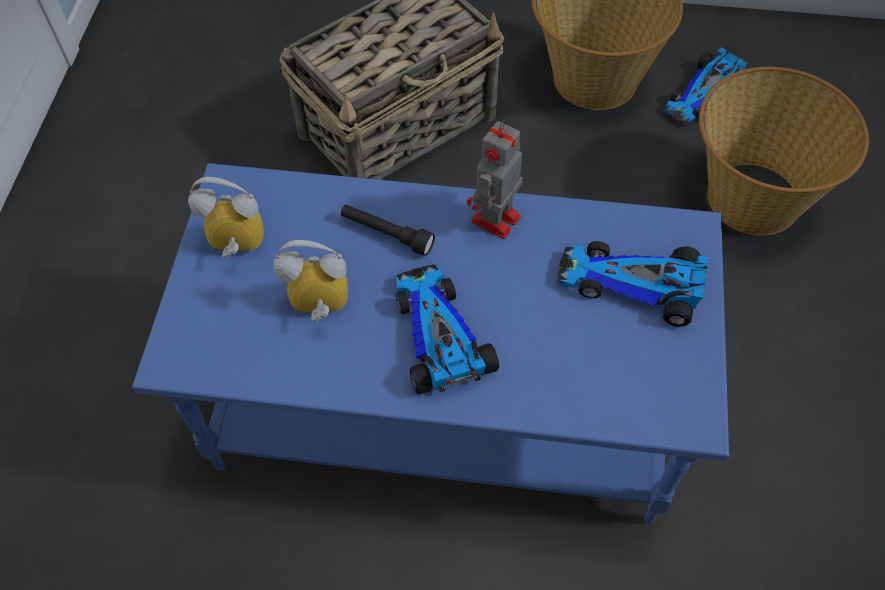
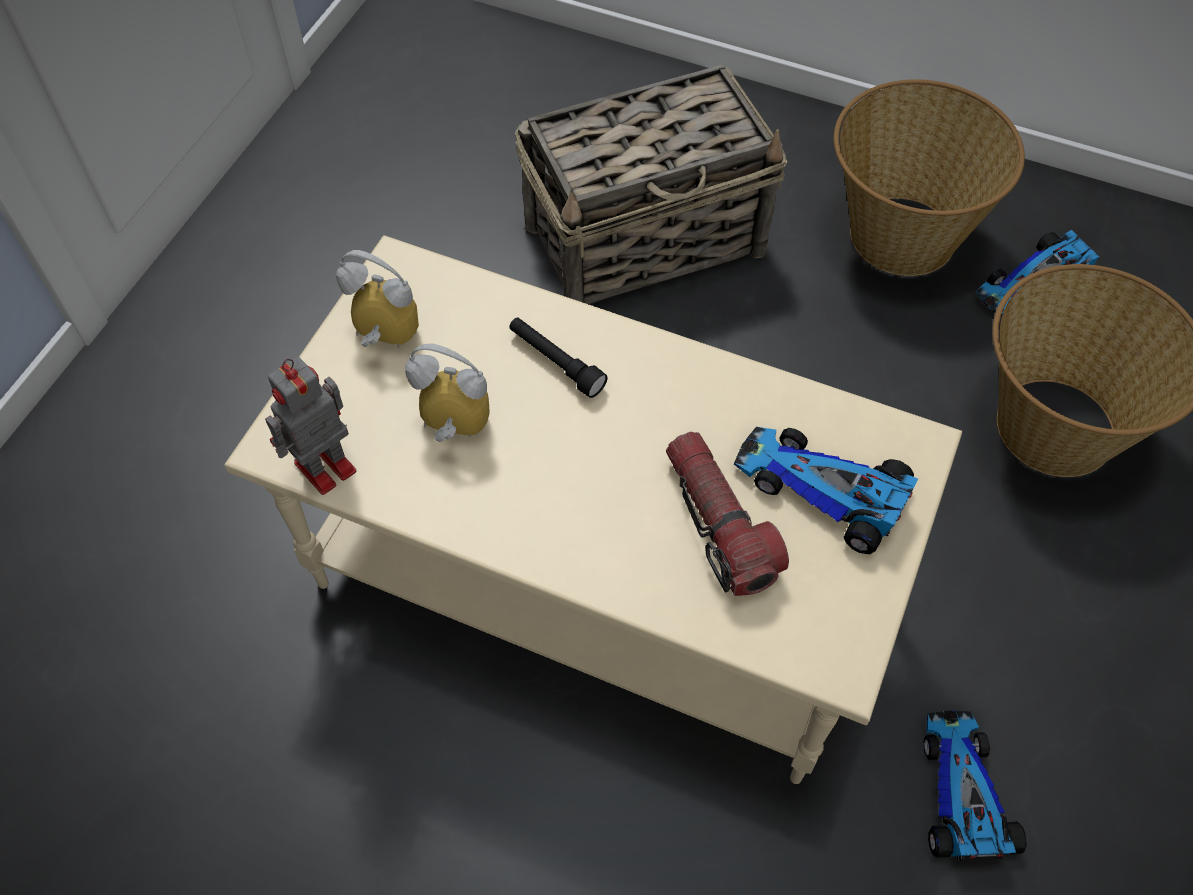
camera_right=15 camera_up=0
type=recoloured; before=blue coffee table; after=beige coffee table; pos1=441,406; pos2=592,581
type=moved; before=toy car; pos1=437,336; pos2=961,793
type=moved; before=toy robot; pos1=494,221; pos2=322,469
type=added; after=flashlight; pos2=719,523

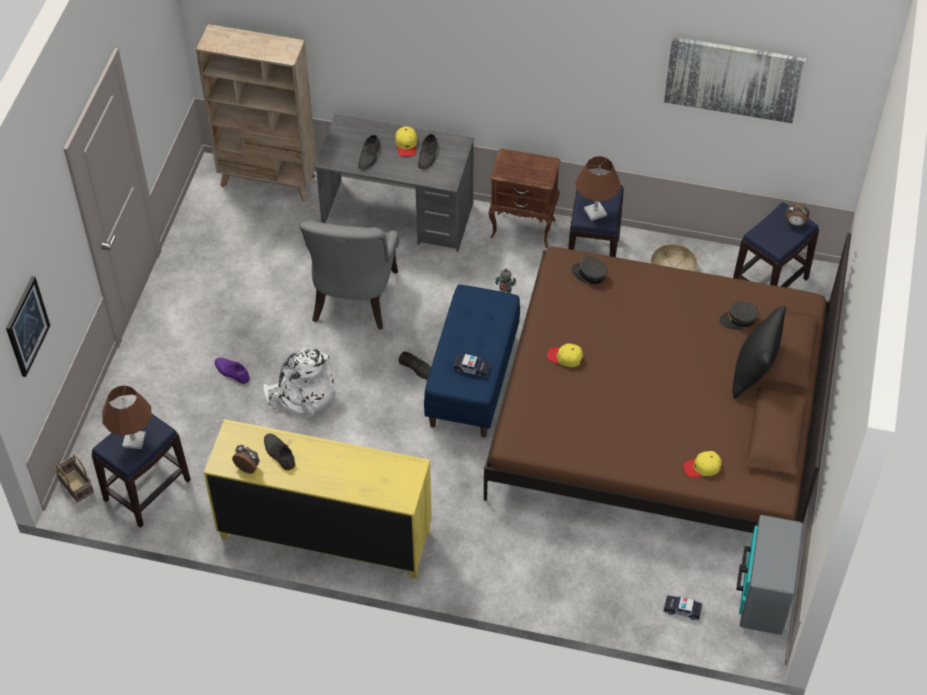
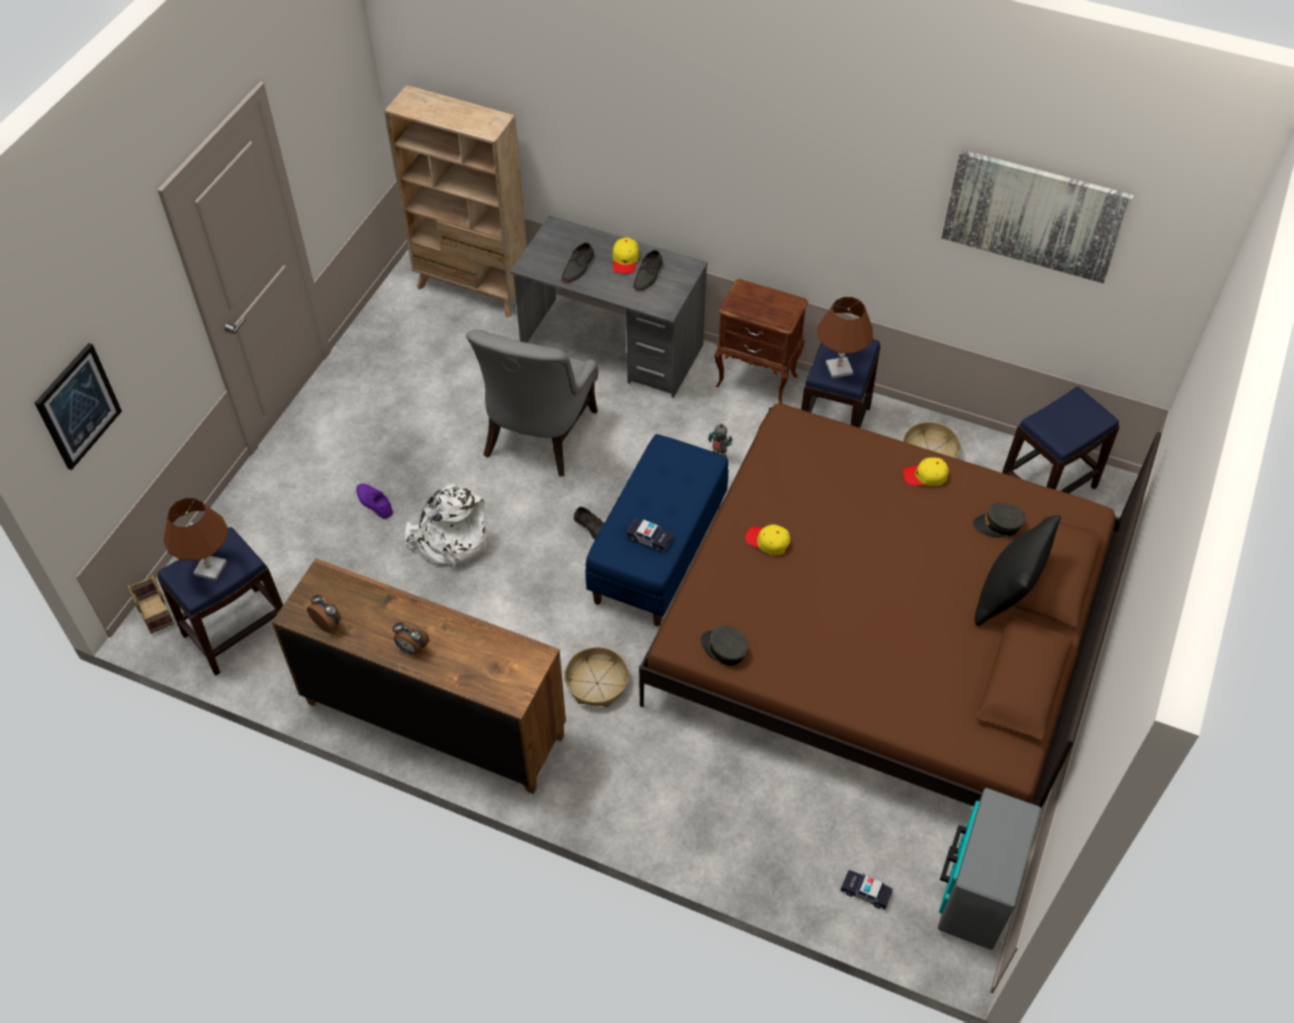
camera_right=10 camera_up=0
type=recoloured; before=yellow dresser; after=brown dresser; pos1=325,535; pos2=434,720
type=removed; before=grey shoe; pos1=278,453
type=moved; before=grey cap; pos1=589,274; pos2=724,649
type=moved; before=yellow cap; pos1=702,467; pos2=925,476
type=moved; before=alarm clock; pos1=795,224; pos2=412,648
type=added; after=basket; pos2=596,683

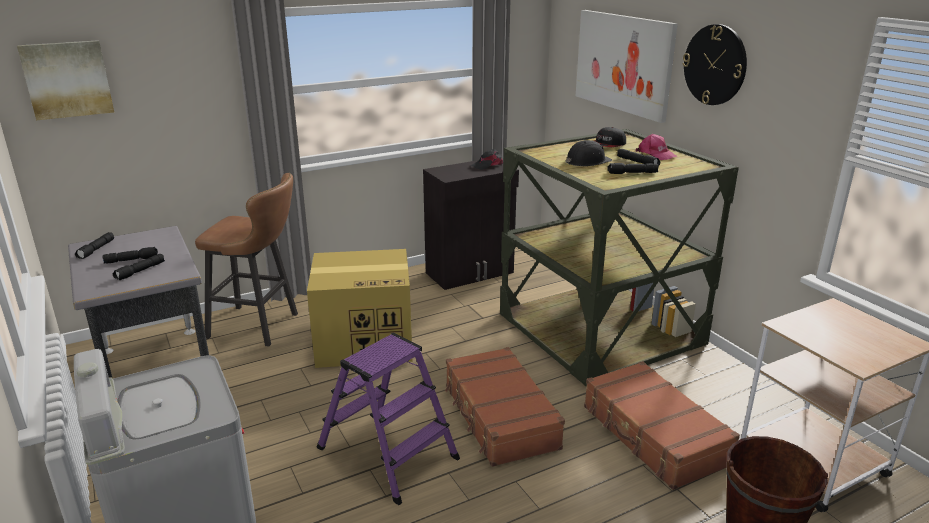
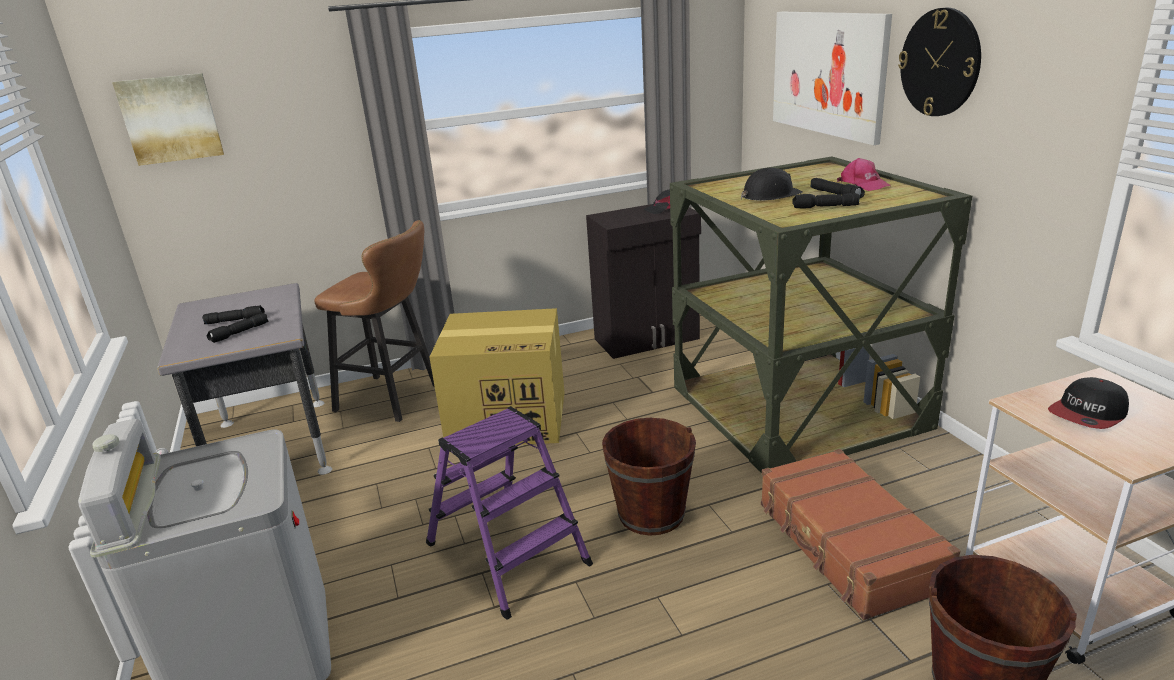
camera_right=10 camera_up=0
type=removed; before=black flashlight; pos1=96,250
type=replaced; before=brown suitcase; after=brown bucket; pos1=499,417; pos2=651,514
type=moved; before=cap; pos1=607,145; pos2=1088,414

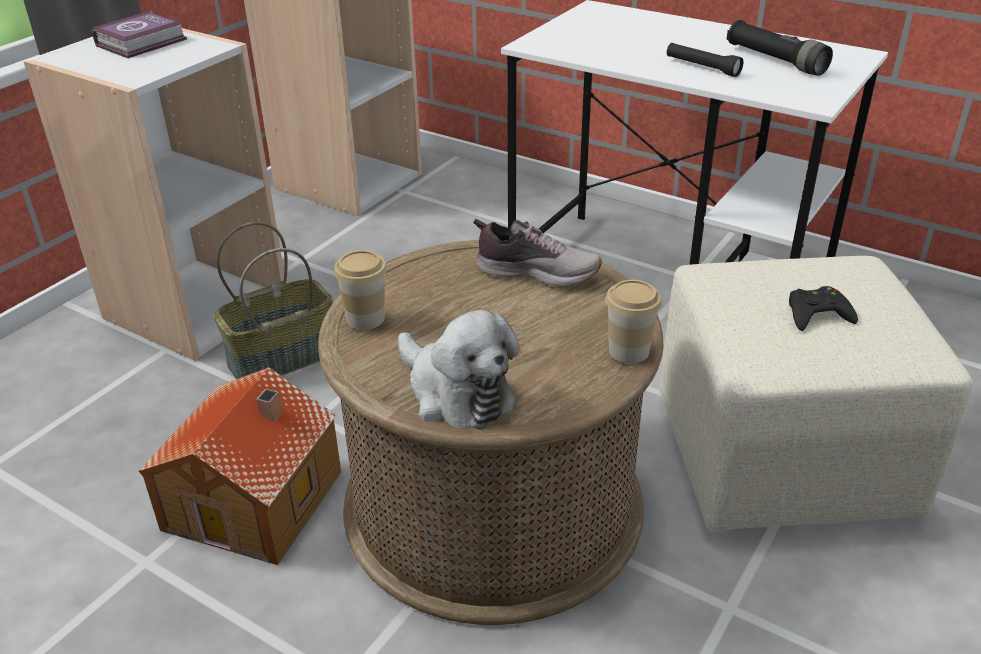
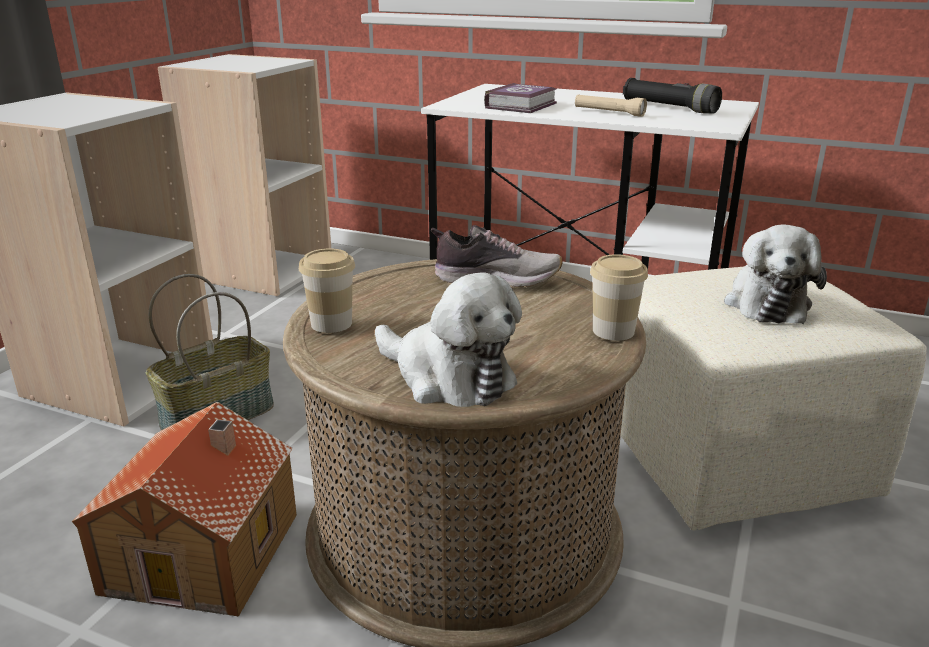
camera_right=-10 camera_up=-10
type=moved; before=book; pos1=144,42; pos2=523,105
type=recoloured; before=black flashlight; after=beige flashlight; pos1=702,67; pos2=609,113
type=replaced; before=black game controller; after=plush toy; pos1=817,315; pos2=766,303

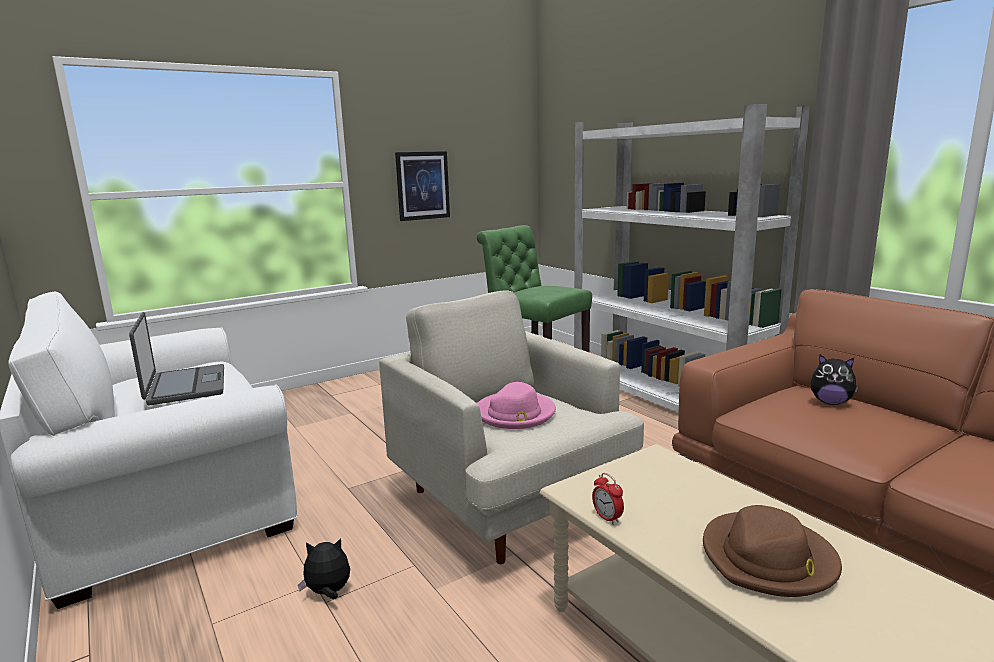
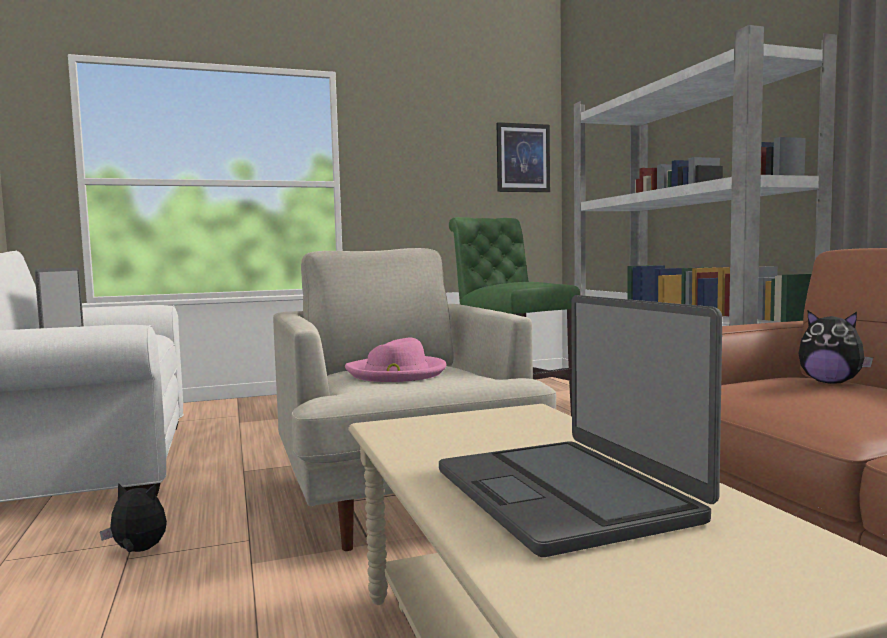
camera_right=15 camera_up=-10
type=moved; before=picture; pos1=422,185; pos2=523,158
type=removed; before=alarm clock; pos1=607,518
type=replaced; before=brown hat; after=laptop; pos1=768,559; pos2=565,494

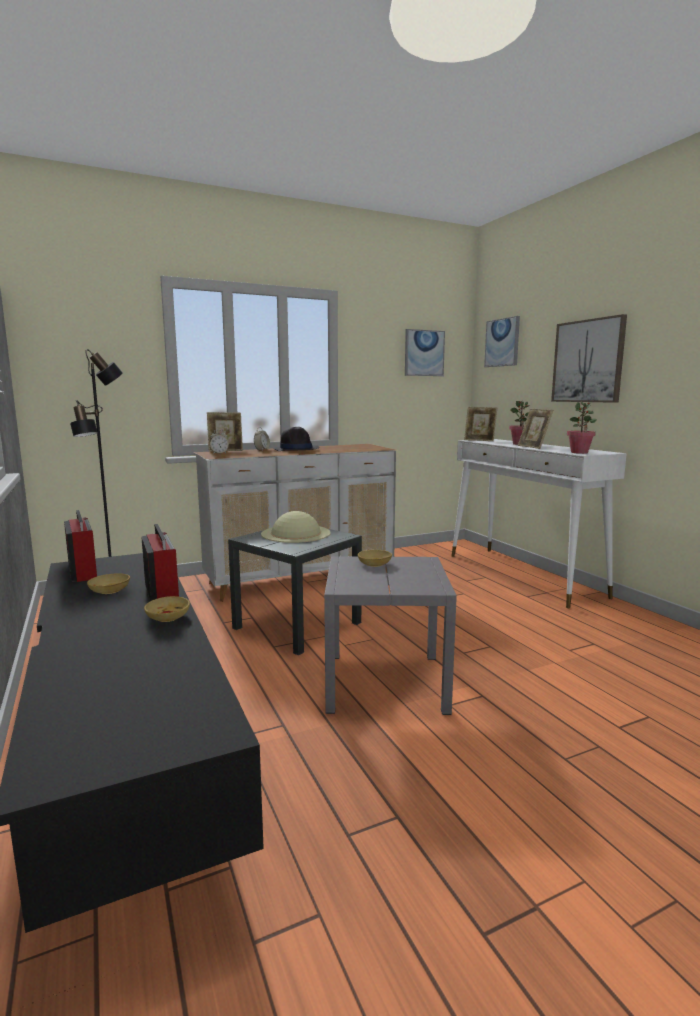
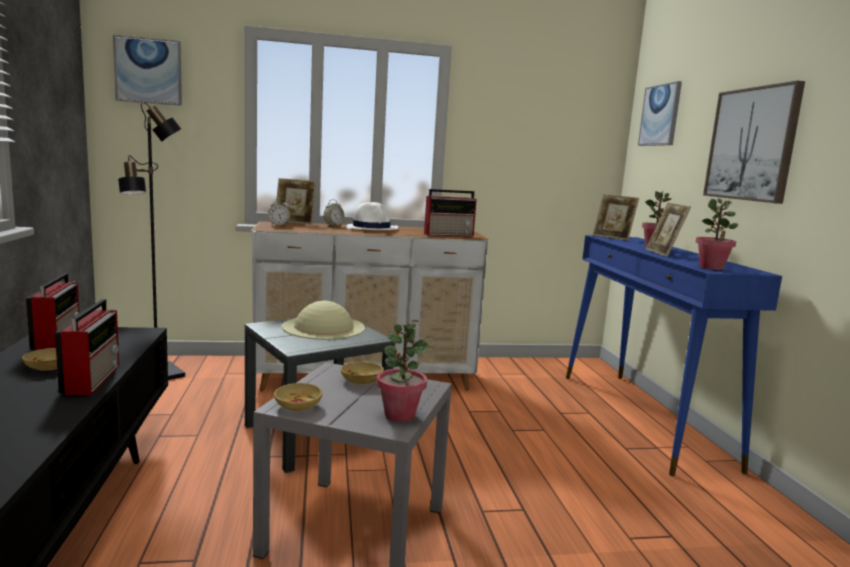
camera_right=15 camera_up=0
type=moved; before=beige bowl; pos1=168,617; pos2=298,406
type=recoloured; before=black hat; after=white hat; pos1=296,449; pos2=372,228
type=moved; before=picture; pos1=424,353; pos2=148,71
type=recoloured; before=white console table; after=blue console table; pos1=523,575; pos2=642,418
type=added; after=potted plant; pos2=400,415
type=added; after=radio; pos2=449,235

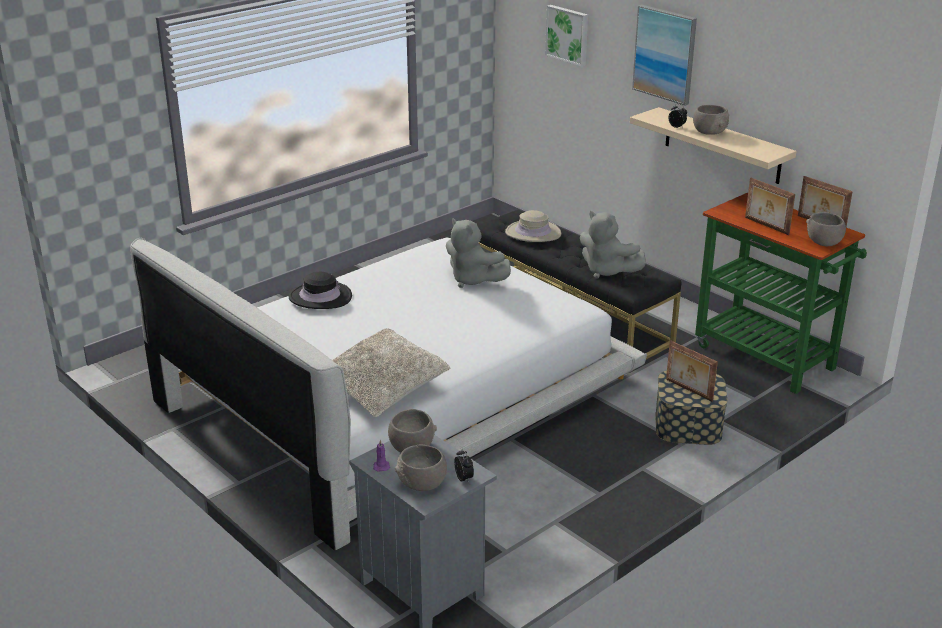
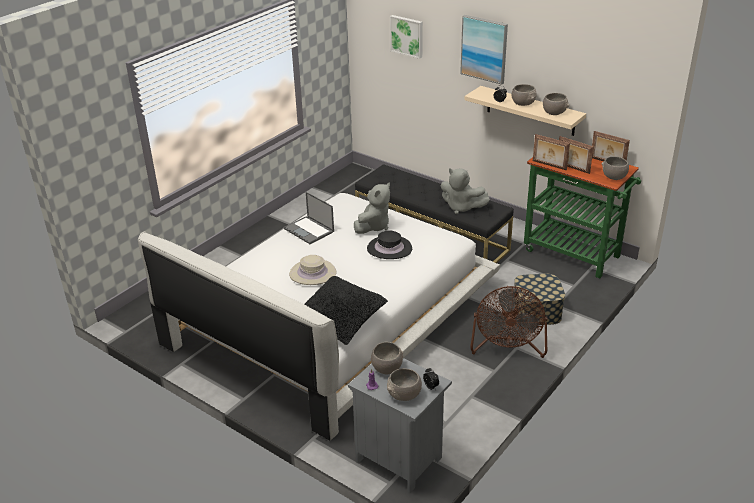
camera_right=-10 camera_up=5
type=moved; before=black hat; pos1=320,297; pos2=389,249
type=recoloured; before=beige pillow; after=black pillow; pos1=381,386; pos2=339,318
type=turned; before=grey plush toy; pos1=473,280; pos2=373,226; turn=-90
type=moved; before=beige hat; pos1=533,233; pos2=312,273
type=moved; before=picture frame; pos1=688,390; pos2=549,165
type=added; after=laptop; pos2=309,230
type=added; after=brown fan; pos2=505,345
type=added; after=grey bowl; pos2=554,112

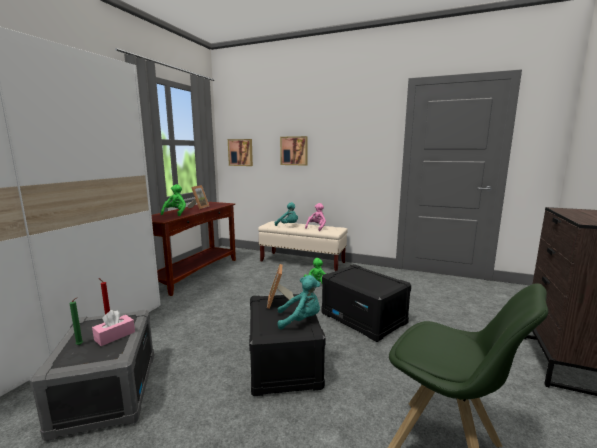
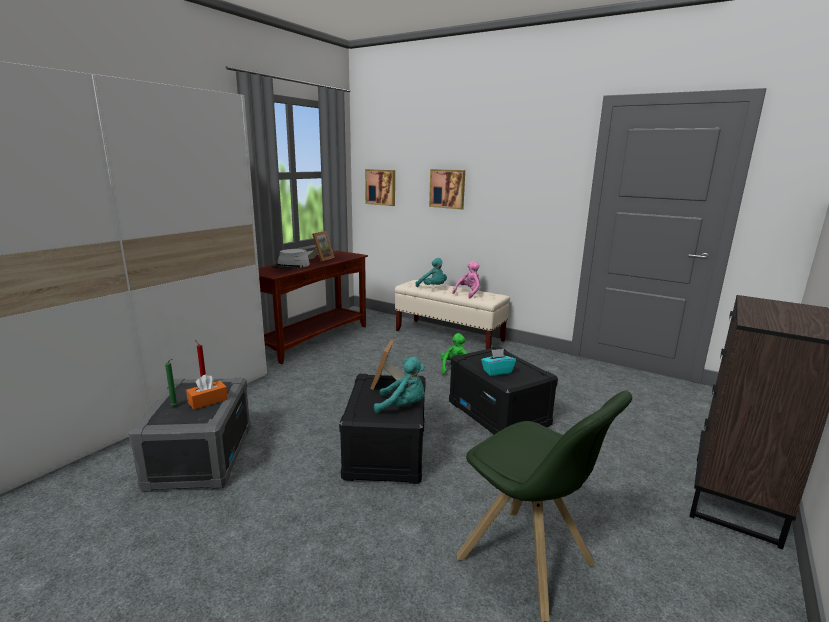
camera_right=10 camera_up=5
type=recoloured; before=pink tissue box; after=orange tissue box; pos1=115,336; pos2=208,401
type=replaced; before=green plush toy; after=grey hat; pos1=176,213; pos2=291,266
type=added; after=turquoise tissue box; pos2=497,372

